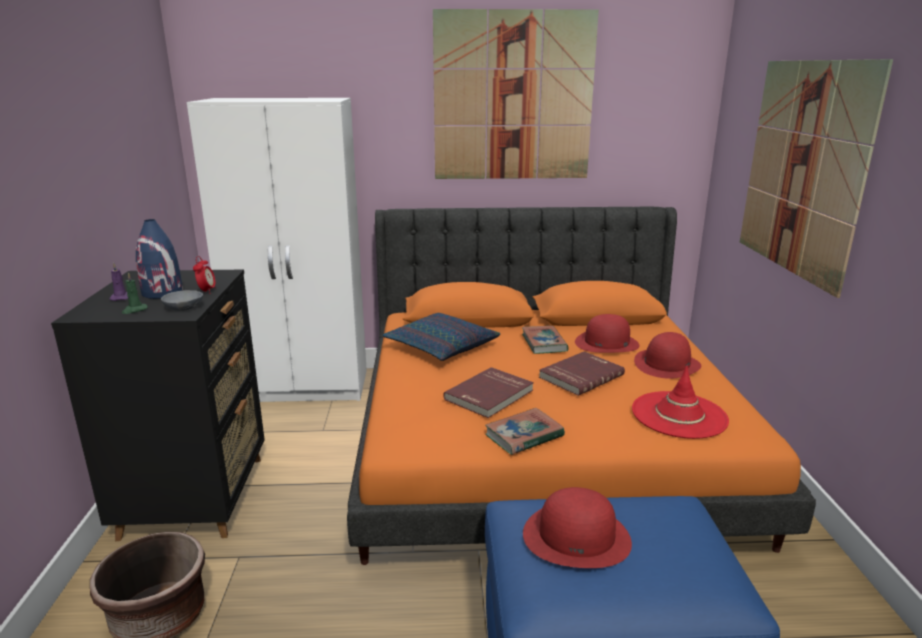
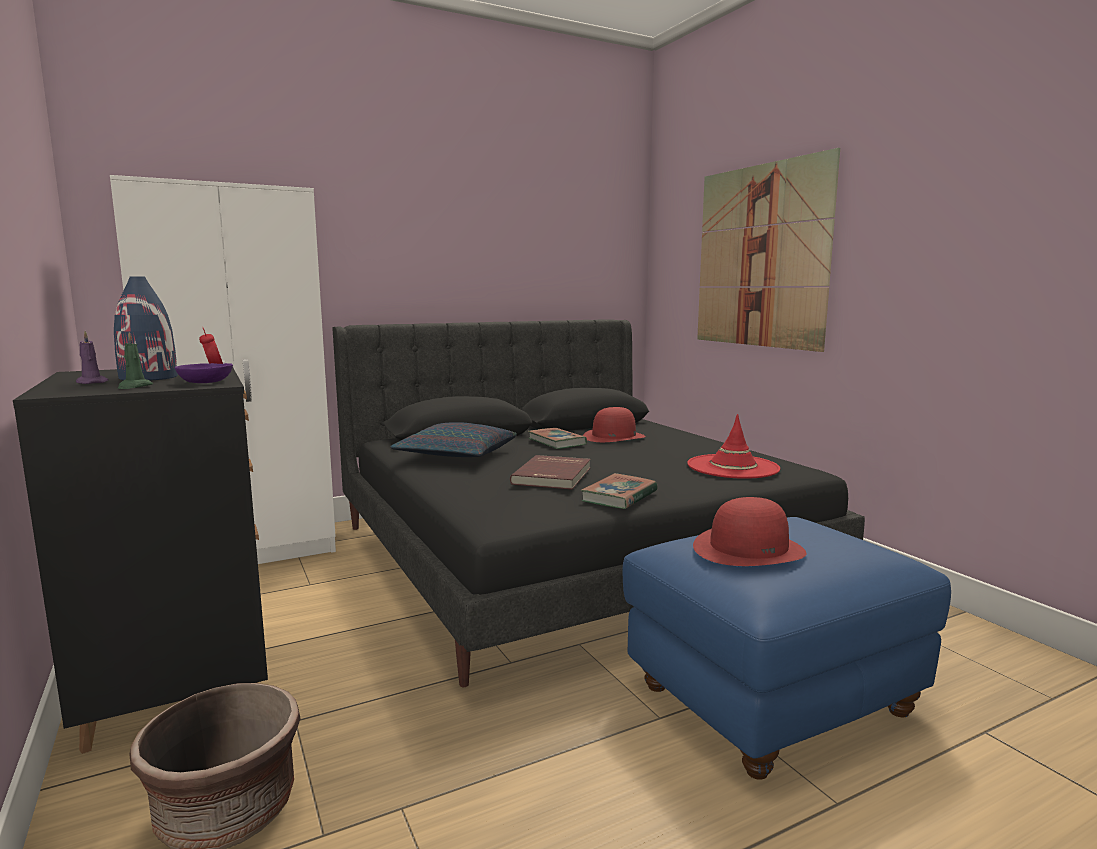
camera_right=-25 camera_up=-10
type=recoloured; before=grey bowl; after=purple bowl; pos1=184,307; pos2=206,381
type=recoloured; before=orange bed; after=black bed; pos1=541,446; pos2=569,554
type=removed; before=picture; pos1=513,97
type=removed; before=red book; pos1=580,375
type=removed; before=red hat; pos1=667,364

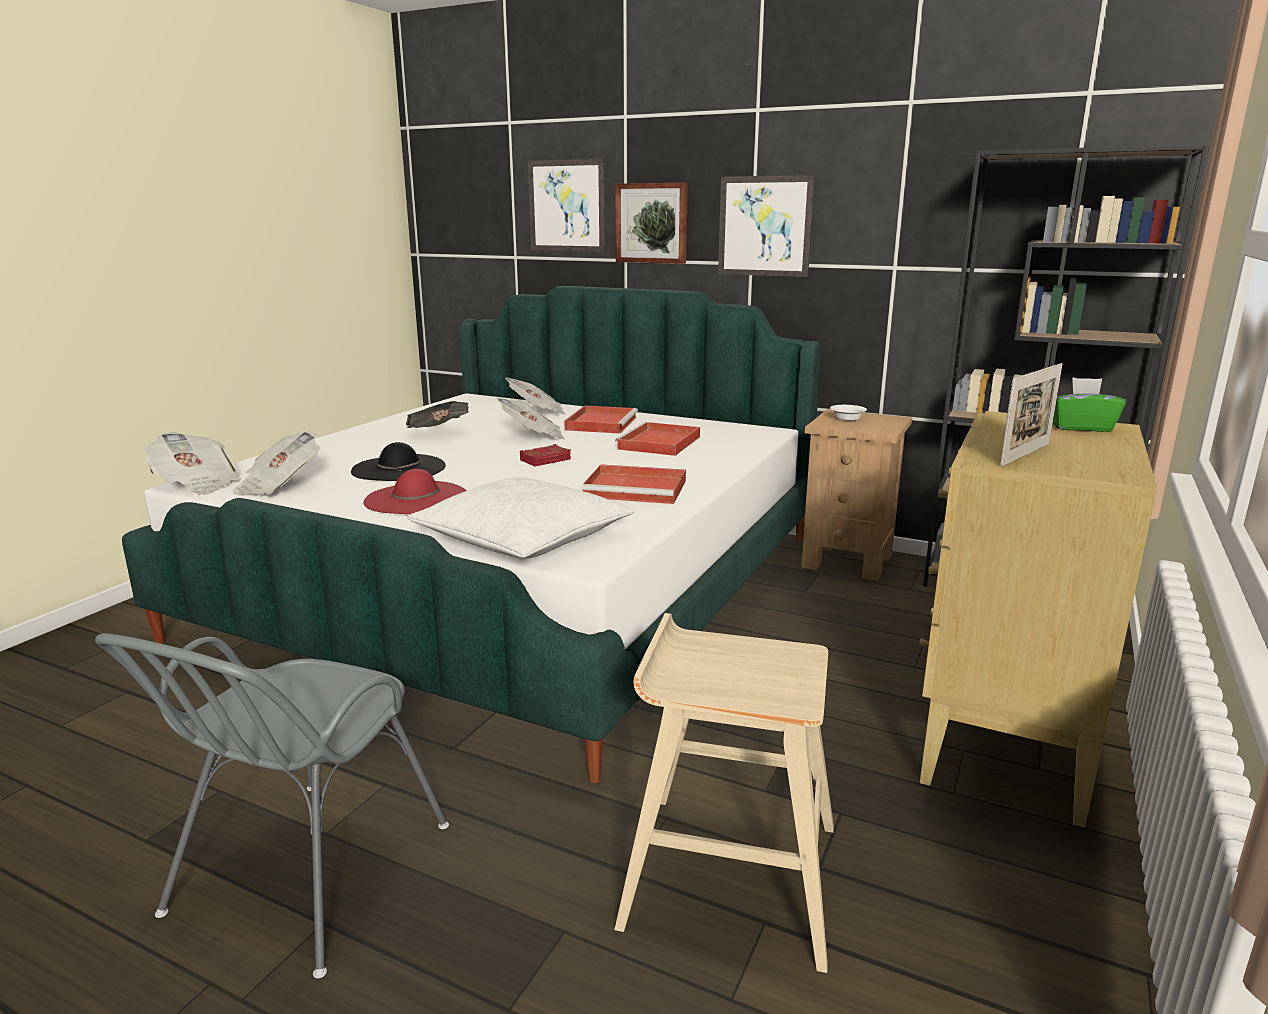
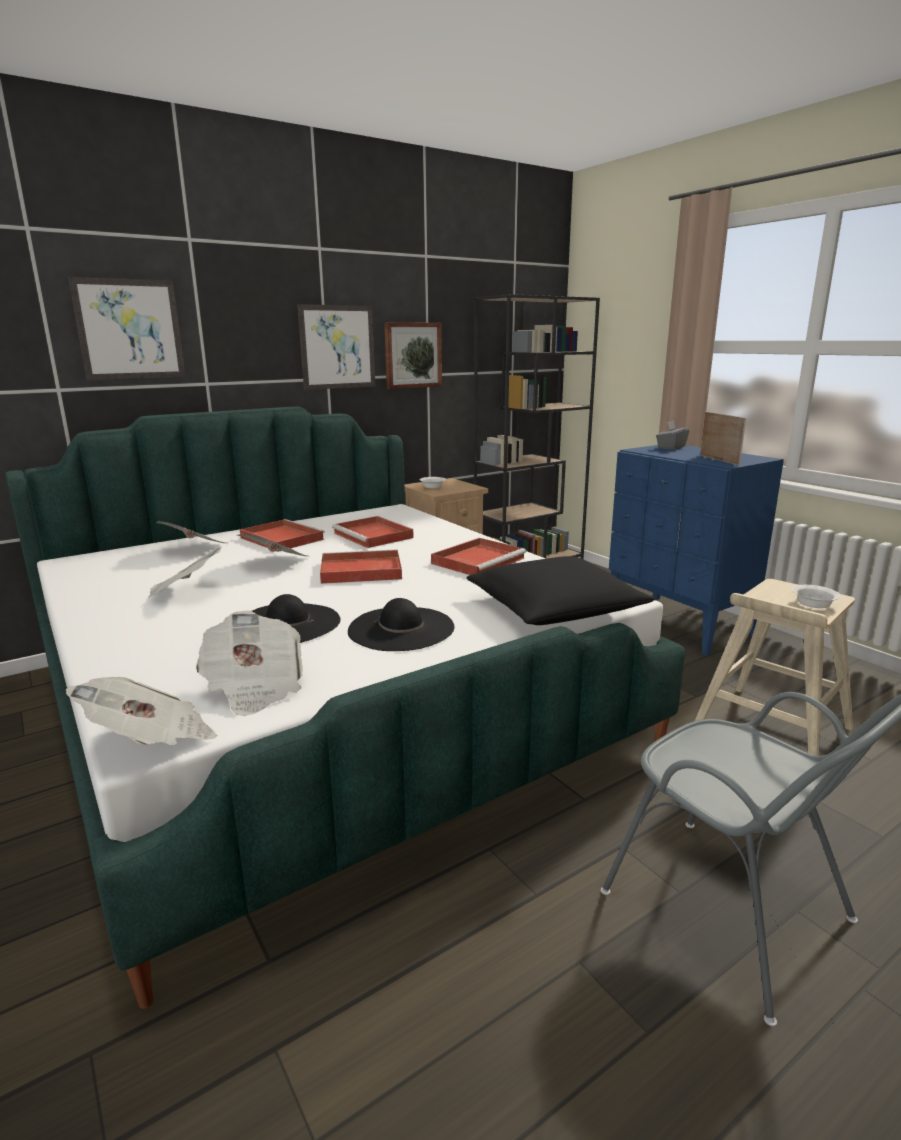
camera_right=-60 camera_up=0
type=recoloured; before=red hat; after=black hat; pos1=416,498; pos2=401,628
type=recoloured; before=white pillow; after=black pillow; pos1=523,538; pos2=554,608
type=replaced; before=red book; after=red tray; pos1=546,460; pos2=359,571
type=moved; before=picture; pos1=652,223; pos2=412,355
type=recoloured; before=beige dresser; after=blue dresser; pos1=1002,740; pos2=677,624
type=recoloured; before=green tissue box; after=grey tissue box; pos1=1080,427; pos2=671,447
type=added; after=white bowl; pos2=813,604

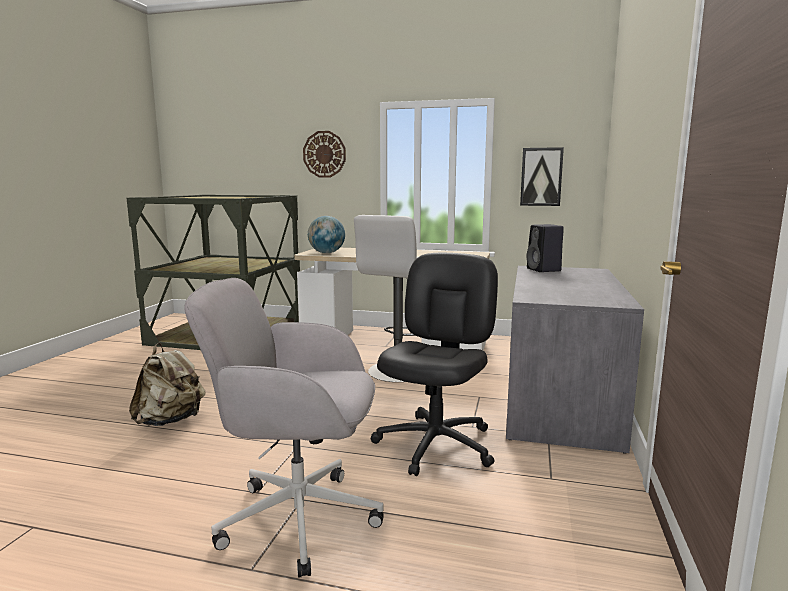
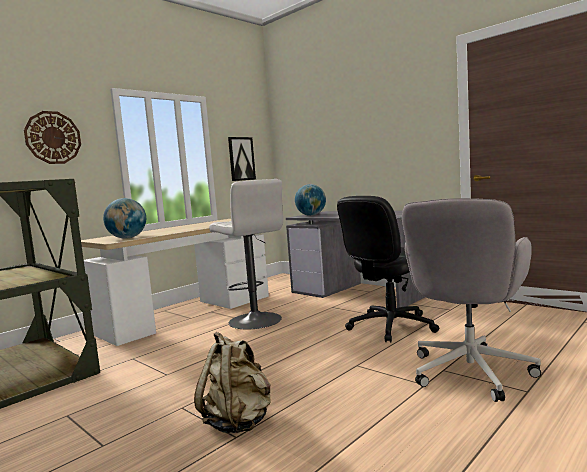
camera_right=-60 camera_up=-5
type=turned; before=black office chair; pos1=436,444; pos2=391,326; turn=-90
type=replaced; before=black speaker; after=globe; pos1=544,270; pos2=311,215

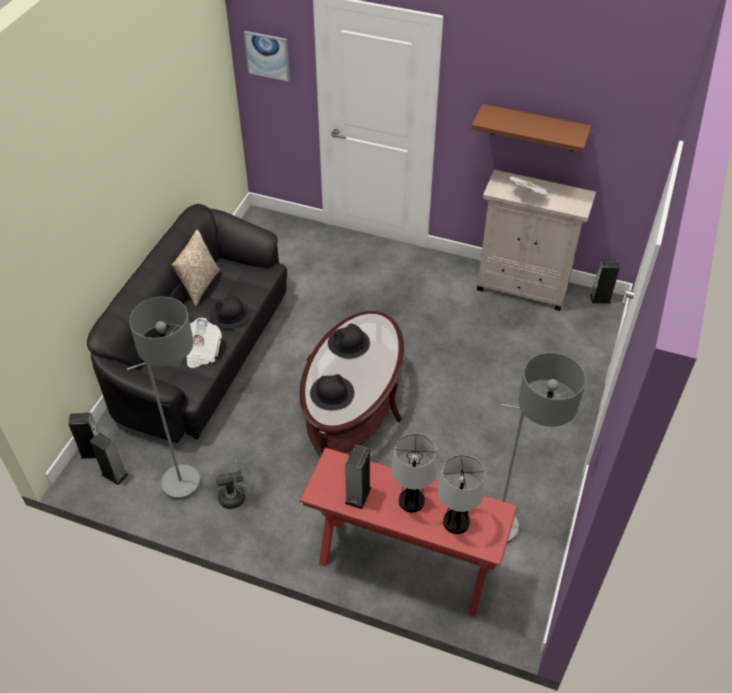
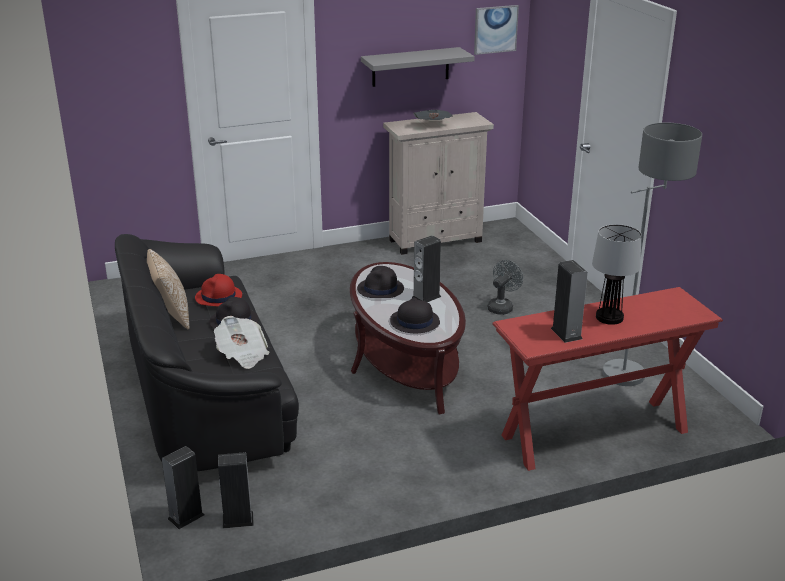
camera_right=-40 camera_up=-20
type=removed; before=grey floor lamp; pos1=192,479
type=moved; before=grey fan; pos1=236,496; pos2=502,307
type=moved; before=picture; pos1=267,55; pos2=495,29
type=removed; before=table lamp; pos1=455,522
type=recoloured; before=brown shelf; after=grey shelf; pos1=533,128; pos2=410,67
type=moved; before=speaker; pos1=600,298; pos2=426,297
type=added; after=red hat; pos2=218,297

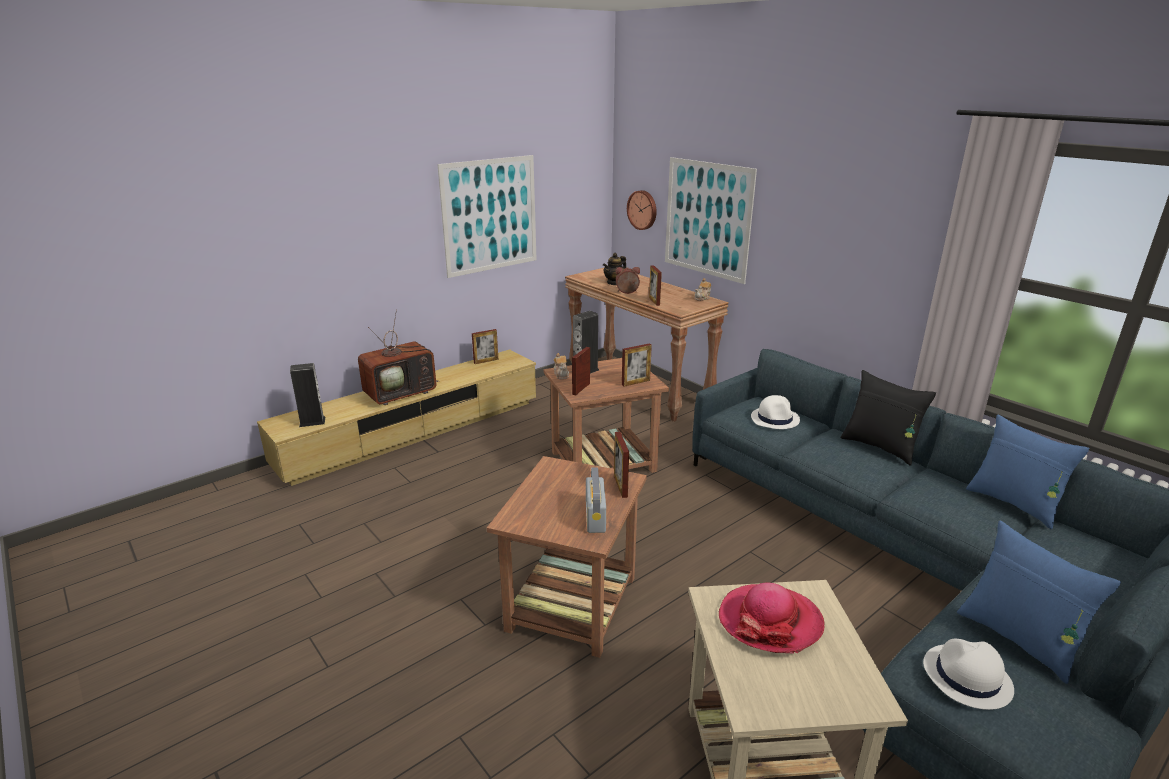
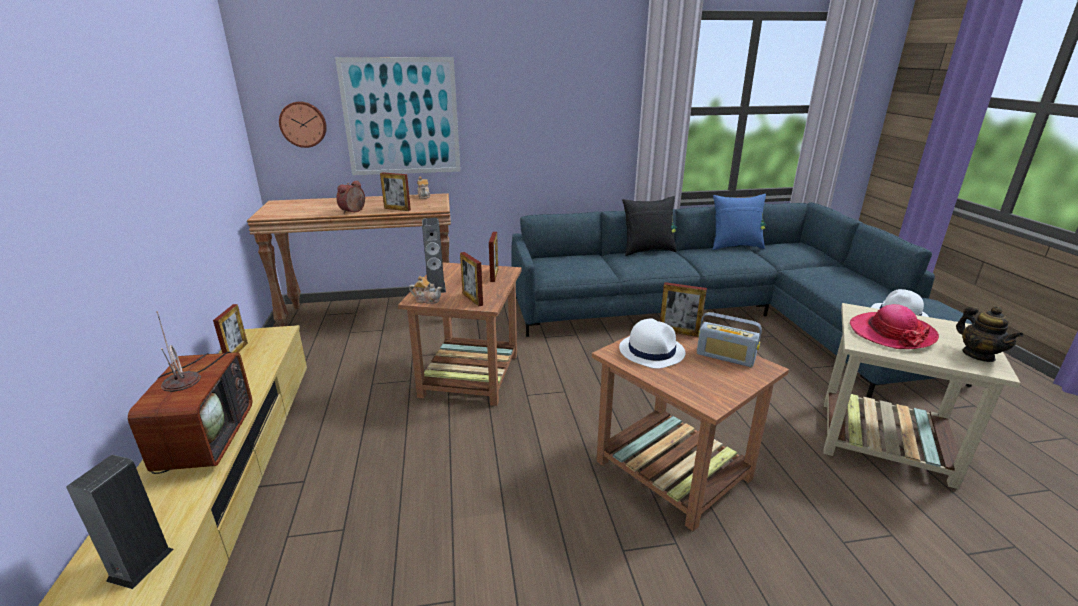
camera_right=-60 camera_up=0
type=removed; before=picture; pos1=490,215
type=moved; before=teapot; pos1=614,283; pos2=978,355
type=moved; before=white hat; pos1=775,419; pos2=651,350
type=removed; before=blue pillow; pos1=1017,640

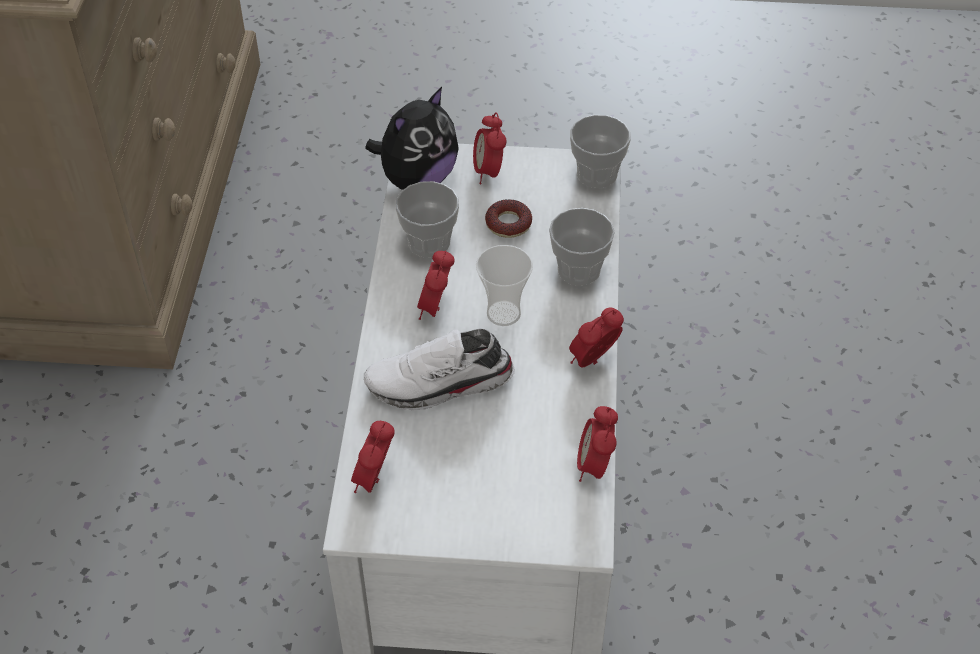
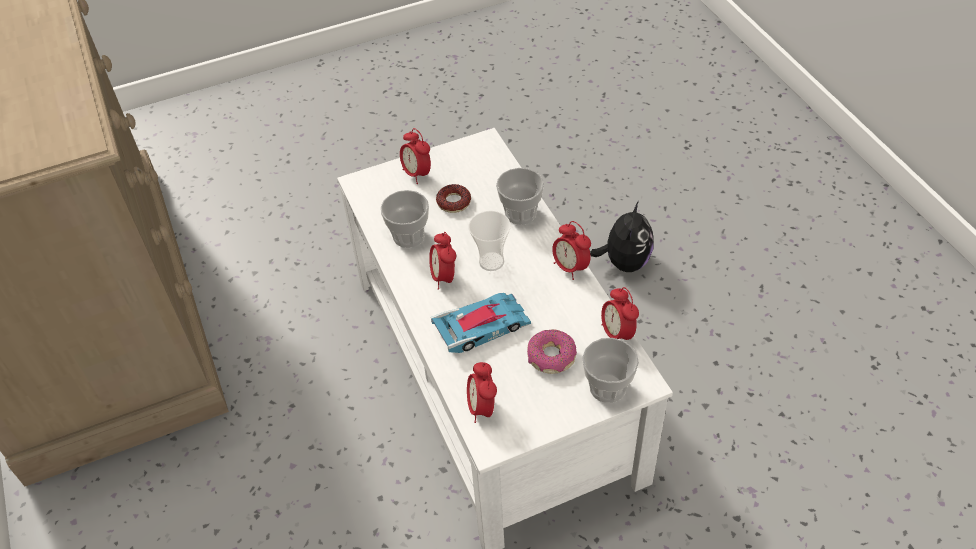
camera_right=-25 camera_up=0
type=replaced; before=white shoe; after=toy car; pos1=439,385; pos2=482,326
type=moved; before=plush toy; pos1=417,179; pos2=624,262
type=turned; before=alarm clock; pos1=593,361; pos2=570,267; turn=-60
type=moved; before=cup; pos1=597,174; pos2=607,387
type=added; after=donut; pos2=551,357

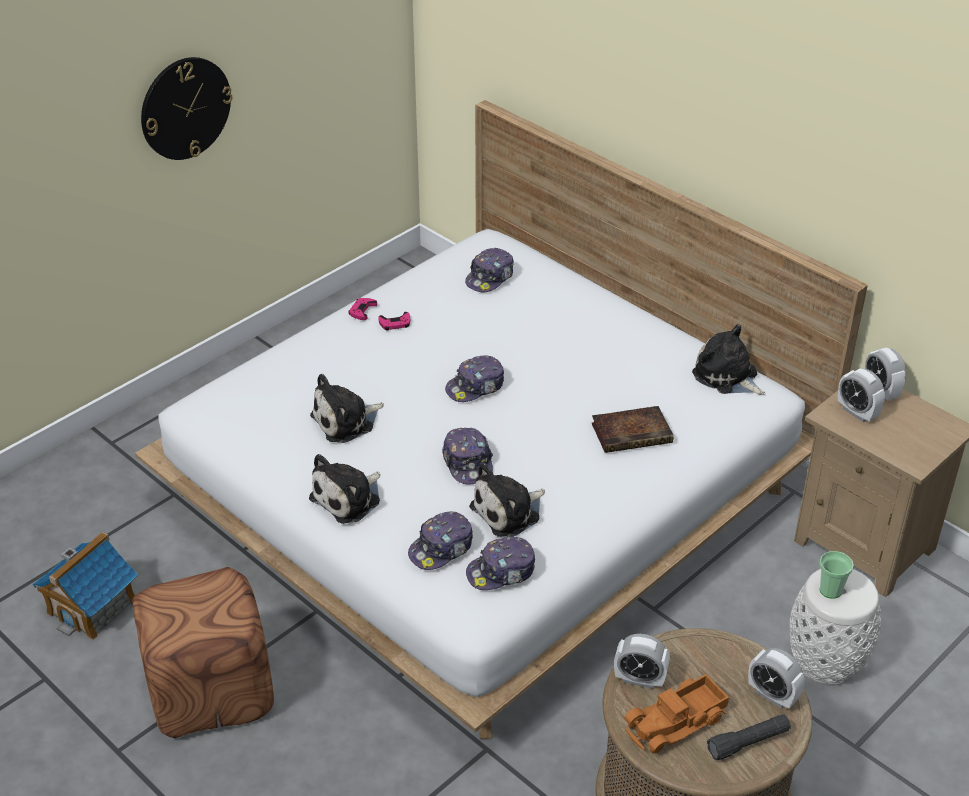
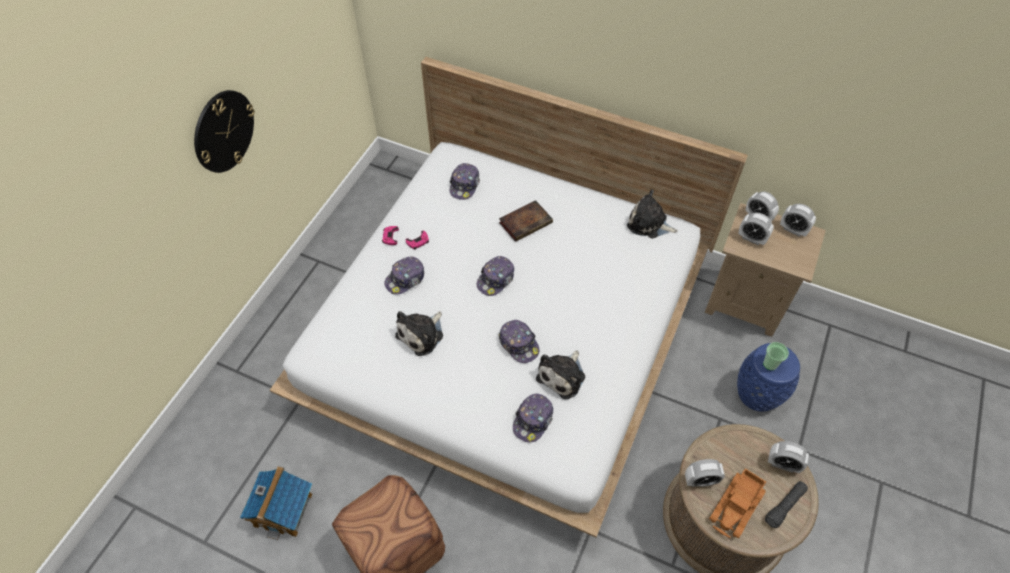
camera_right=-20 camera_up=15
type=removed; before=plush toy; pos1=349,498
type=moved; before=cap; pos1=501,572; pos2=405,279
type=moved; before=book; pos1=633,433; pos2=526,222
type=recoloured; before=white stool; after=blue stool; pos1=826,660; pos2=758,393
type=added; after=alarm clock; pos2=793,230

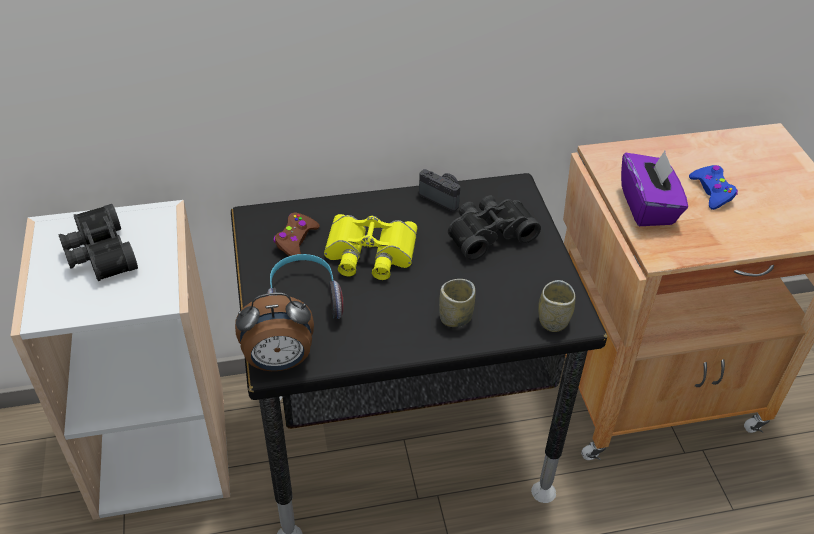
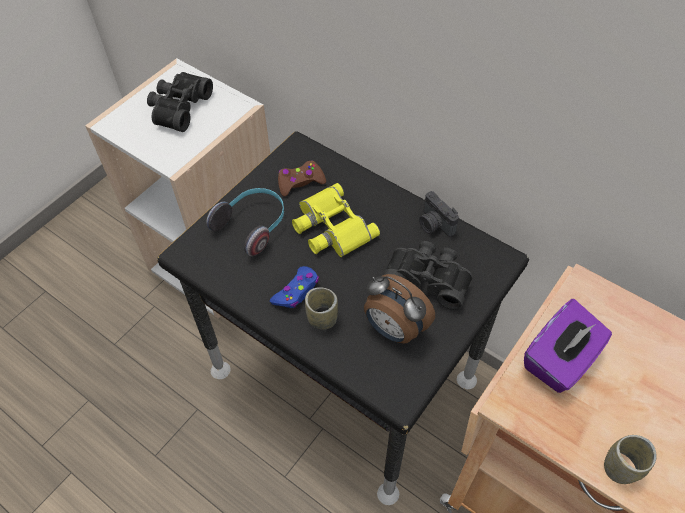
camera_right=50 camera_up=10
type=moved; before=alarm clock; pos1=279,362; pos2=394,329
type=turned; before=photo camera; pos1=442,197; pos2=434,225; turn=150
type=moved; before=cup; pos1=553,321; pos2=620,468
type=moved; before=blue game controller; pos1=712,191; pos2=296,291

